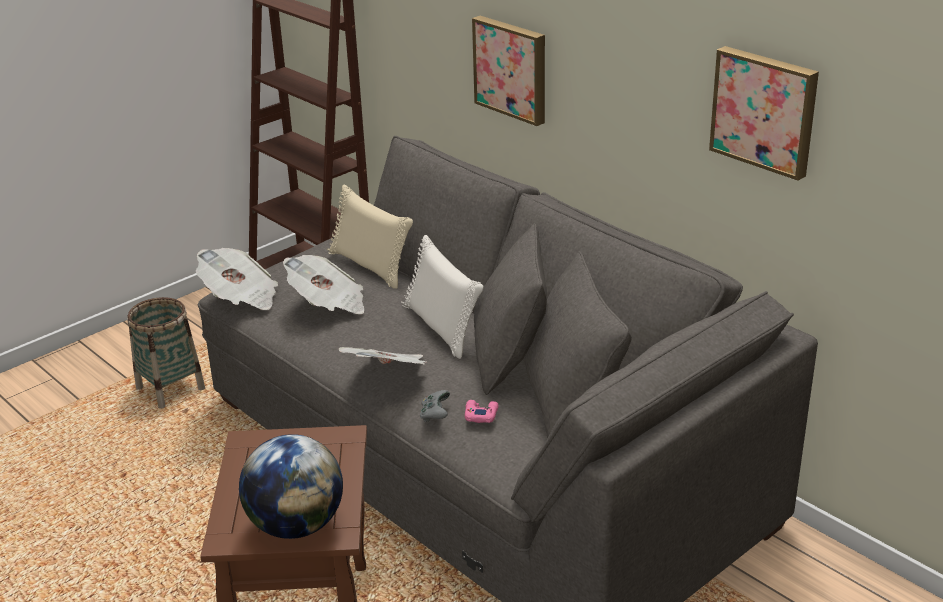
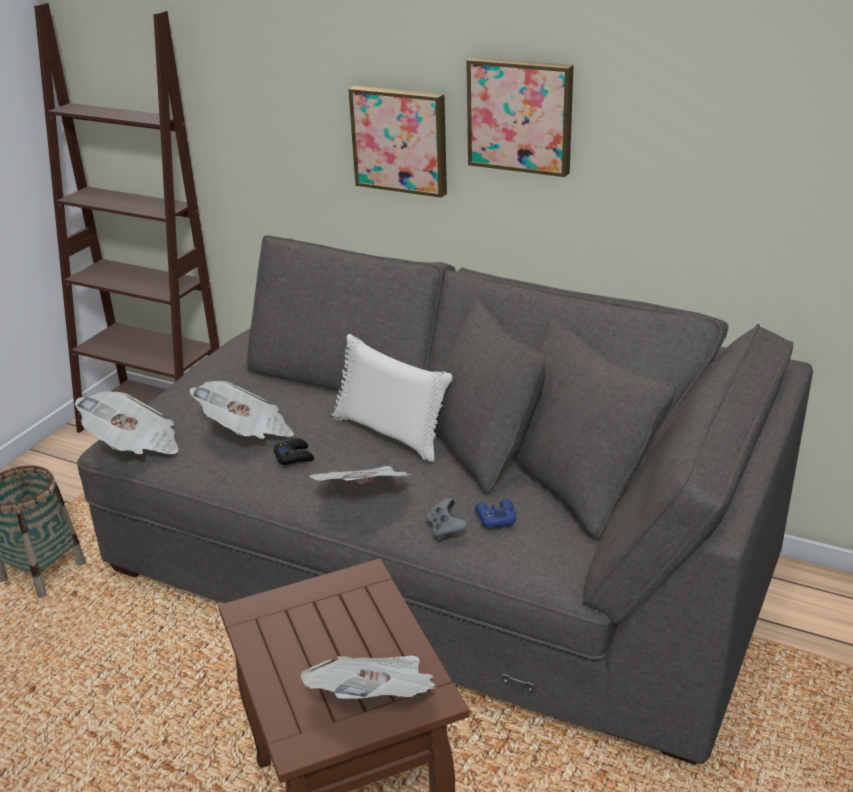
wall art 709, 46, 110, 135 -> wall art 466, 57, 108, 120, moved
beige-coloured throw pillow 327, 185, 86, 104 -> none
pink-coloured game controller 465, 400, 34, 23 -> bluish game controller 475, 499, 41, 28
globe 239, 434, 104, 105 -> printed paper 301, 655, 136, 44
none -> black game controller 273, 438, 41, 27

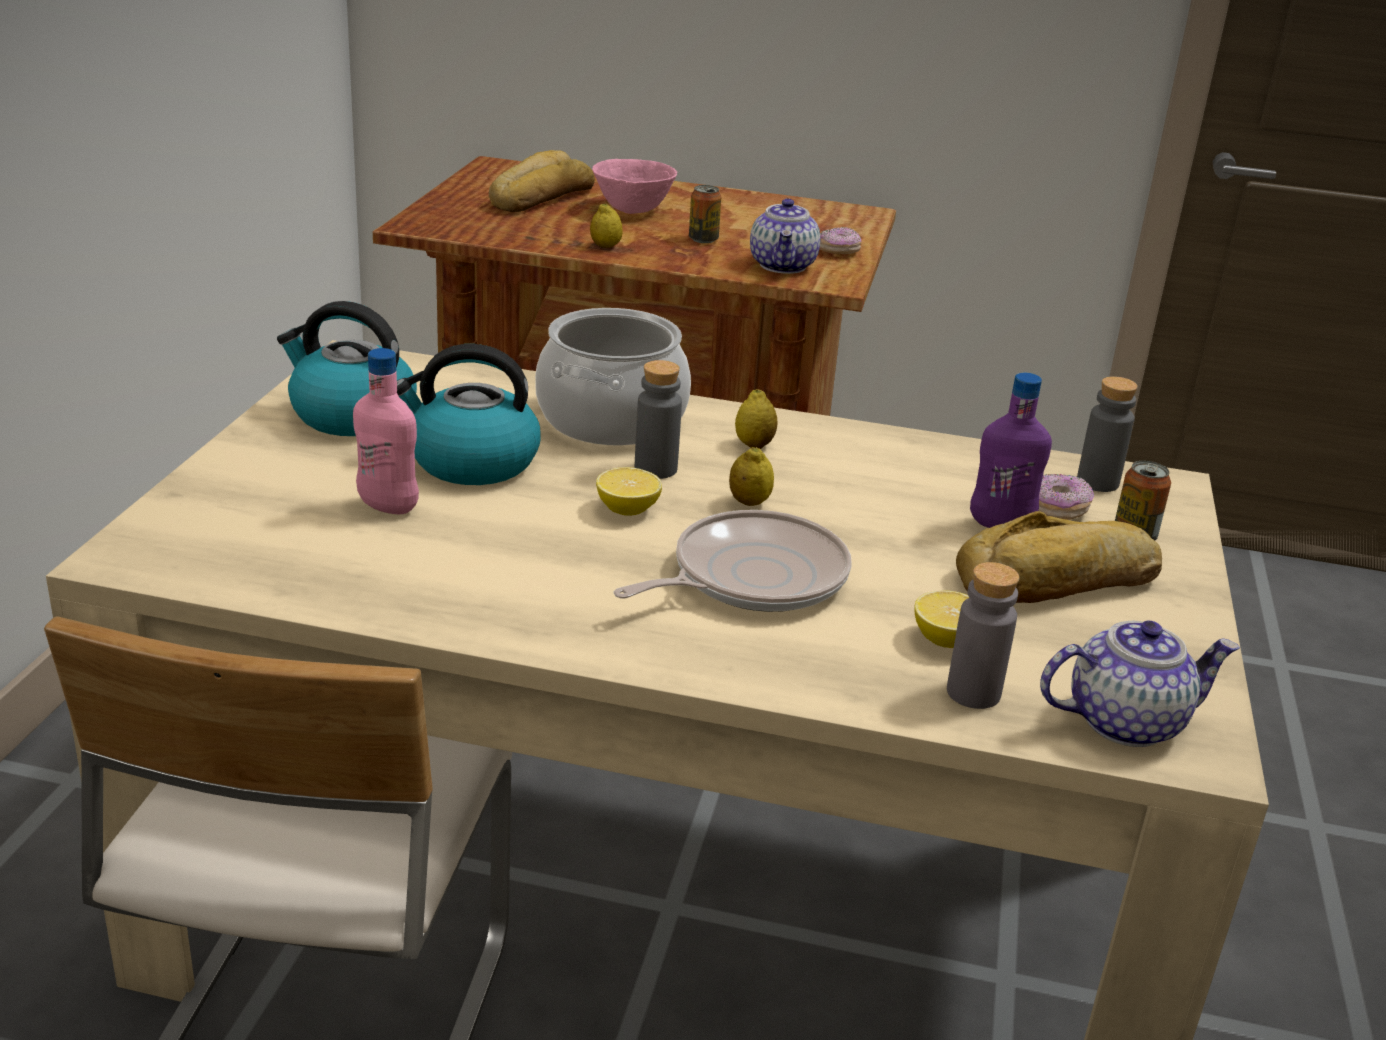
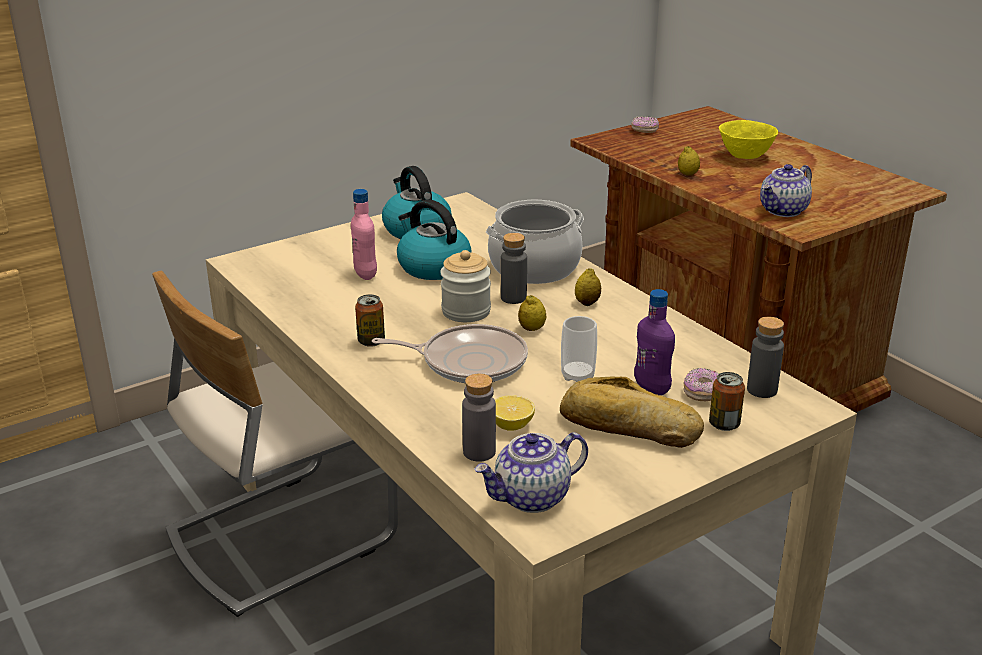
baked bread 489, 150, 106, 62 -> none
pink-coloured serving bowl 592, 159, 85, 55 -> yellowish serving bowl 719, 120, 59, 39
can 689, 185, 32, 58 -> can 355, 294, 30, 53, moved
donut 820, 227, 42, 27 -> donut 631, 117, 28, 16, moved
whole lemon 596, 467, 66, 49 -> storage jar 440, 250, 51, 72
pot for tea 1040, 621, 200, 126 -> pot for tea 474, 432, 114, 81, 120 degrees clockwise
none -> cup 561, 316, 36, 66

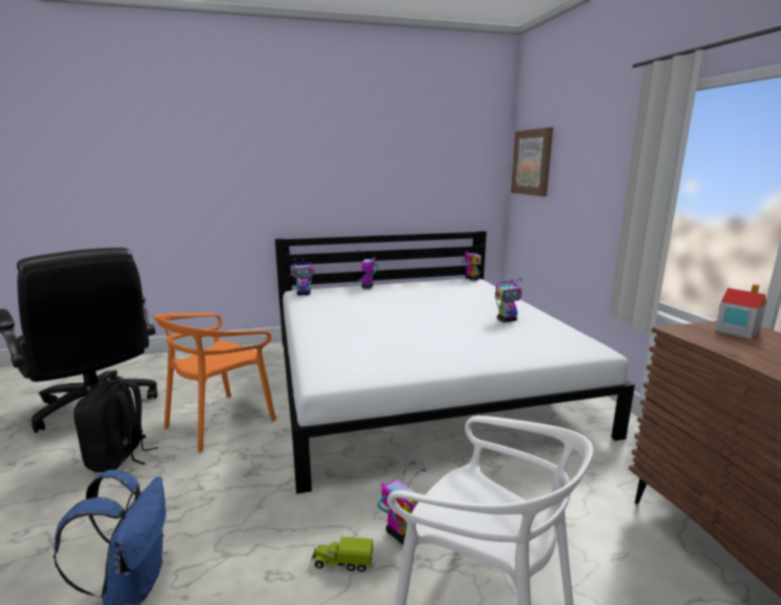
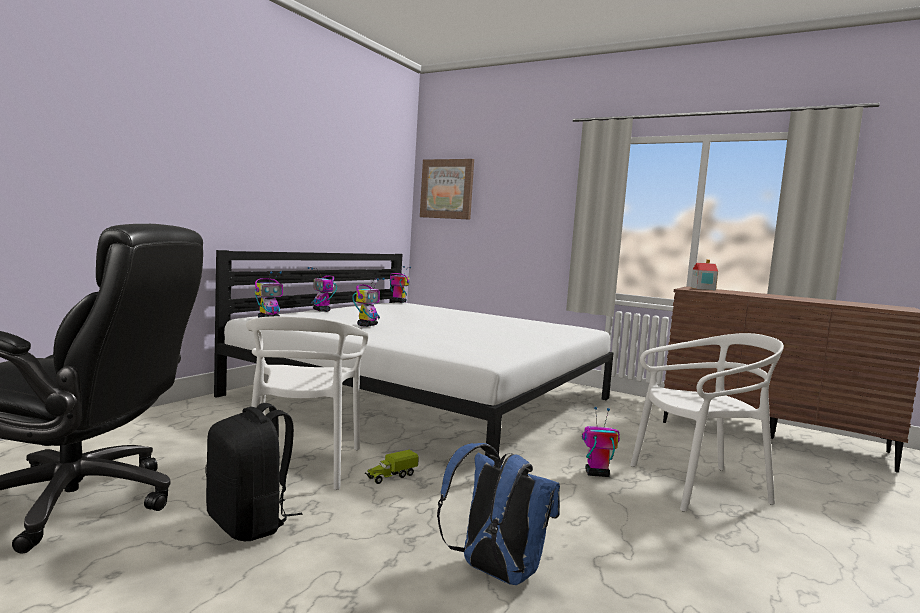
model robot 495, 278, 27, 44 -> model robot 353, 278, 32, 49, moved
orangey chair 154, 313, 122, 139 -> white-coloured chair 246, 316, 122, 174
model truck 311, 537, 62, 35 -> model truck 365, 450, 54, 34, moved

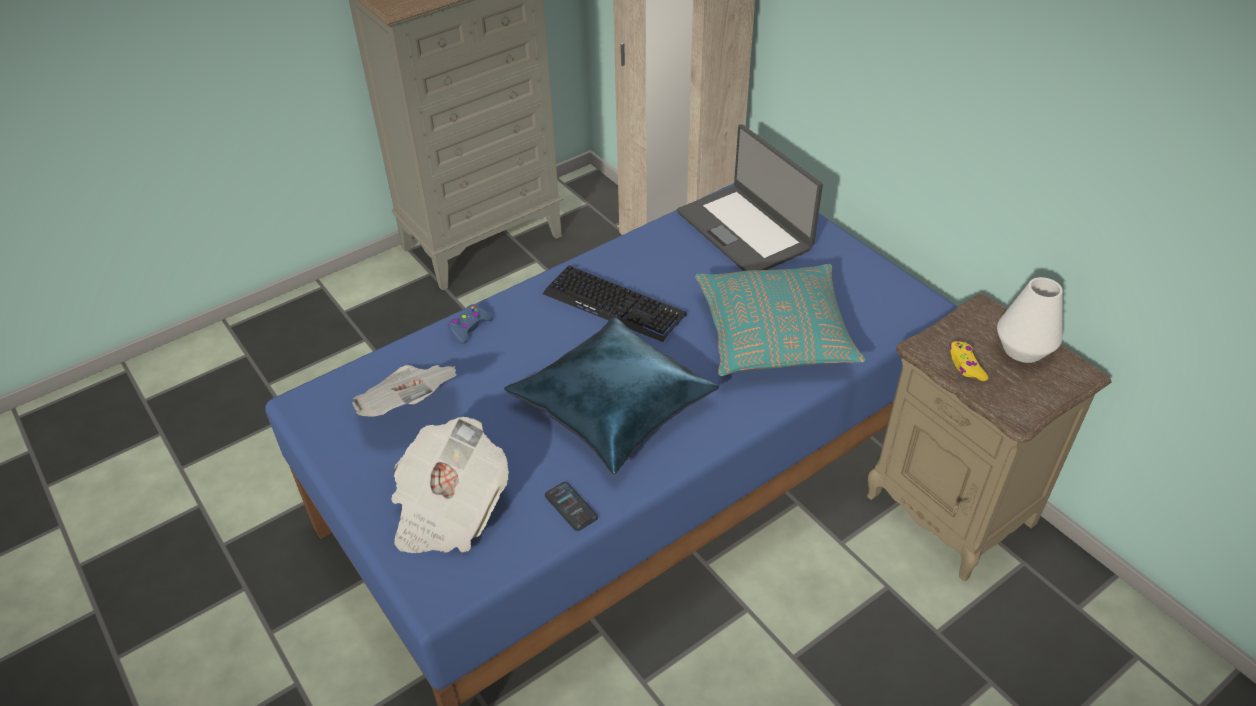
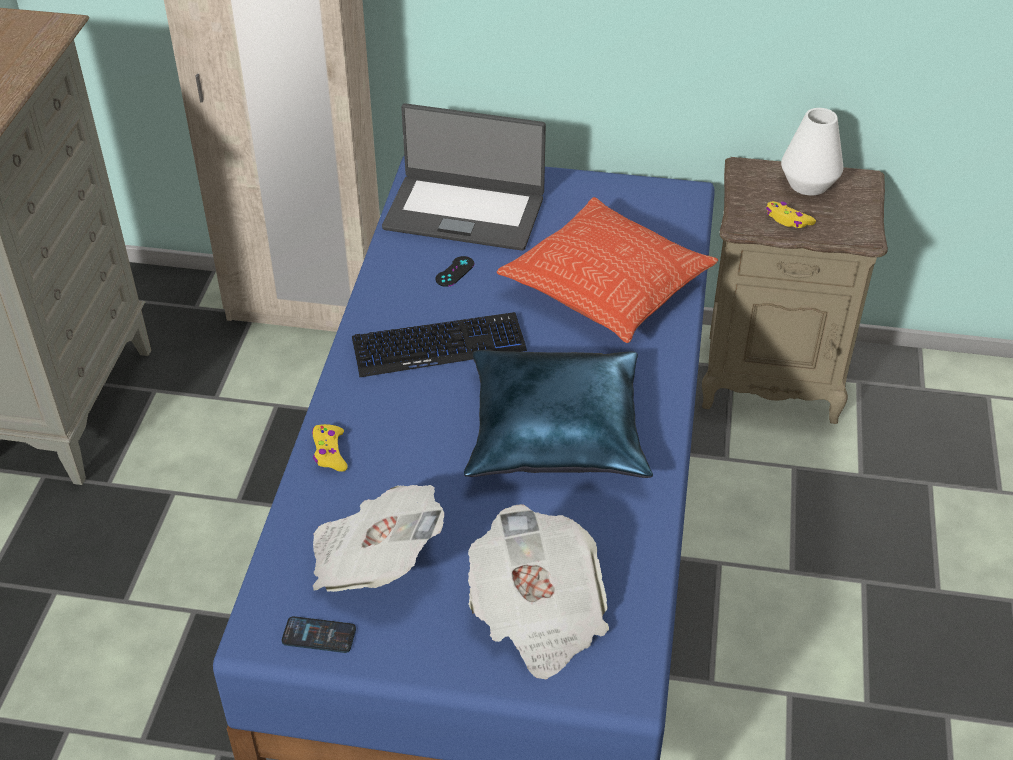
turquoise-coloured throw pillow 695, 264, 171, 112 -> orangey throw pillow 497, 197, 221, 146
bluish game controller 448, 304, 45, 40 -> yellowish game controller 312, 424, 36, 48
telephone 545, 482, 53, 49 -> telephone 282, 616, 74, 37, moved
none -> black game controller 435, 256, 39, 31

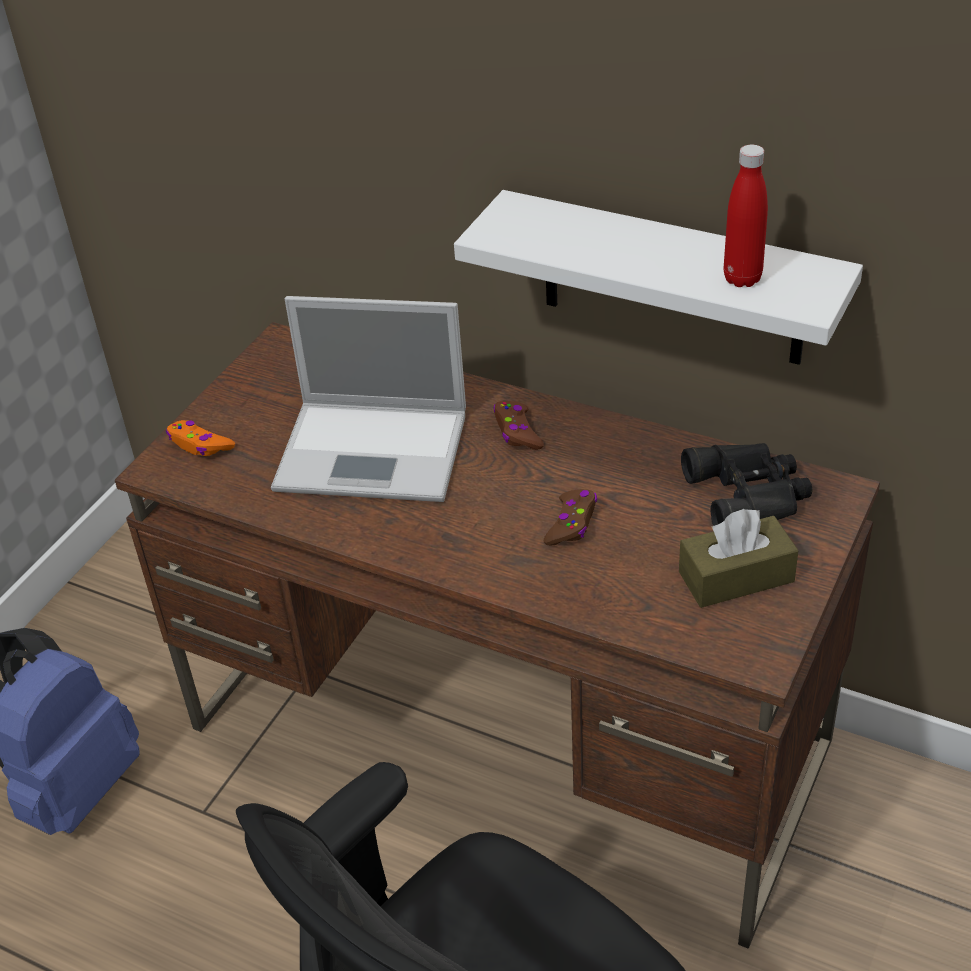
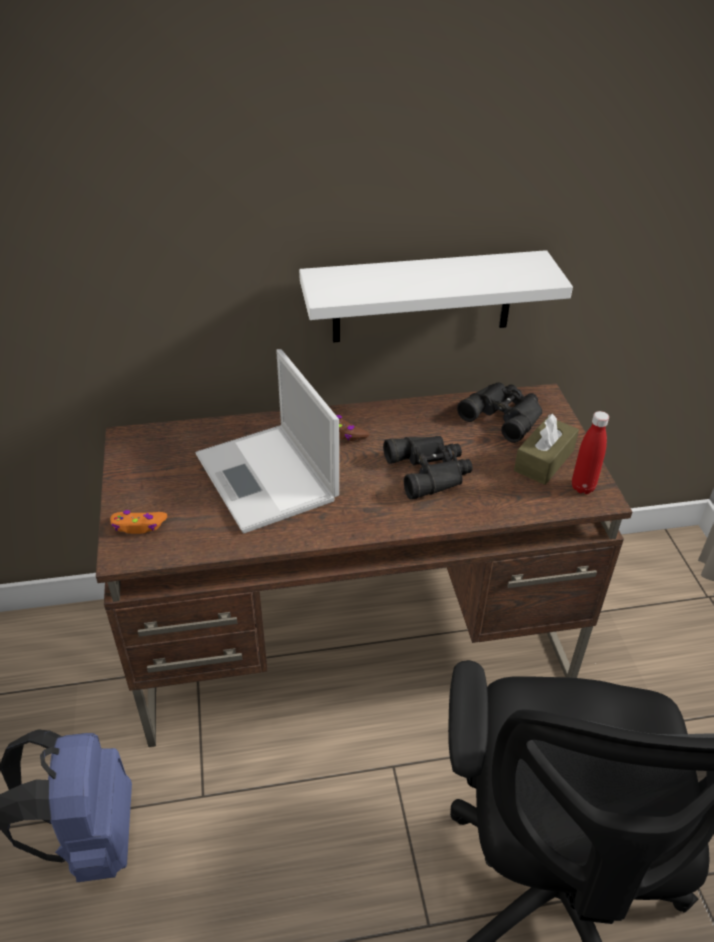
reddish beverage bottle 724, 145, 44, 142 -> reddish beverage bottle 572, 411, 37, 83, moved
portable computer 271, 296, 195, 206 -> portable computer 195, 349, 144, 184, 90 degrees clockwise
brown-coloured game controller 544, 489, 53, 56 -> black field glasses 383, 436, 90, 63

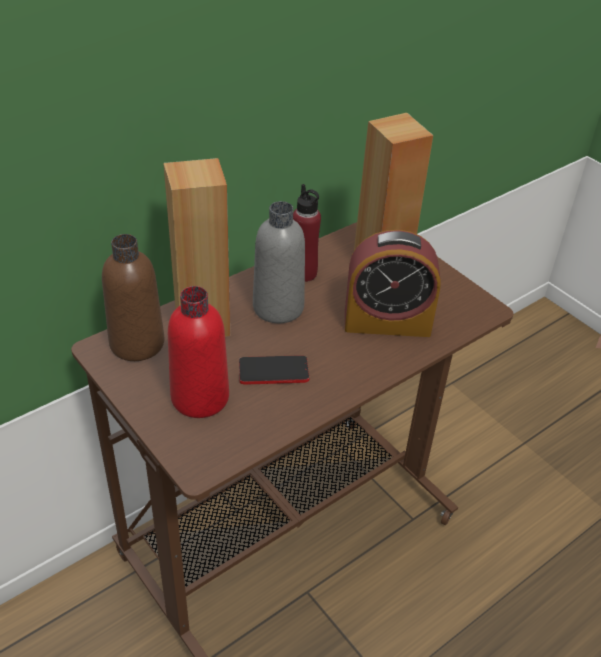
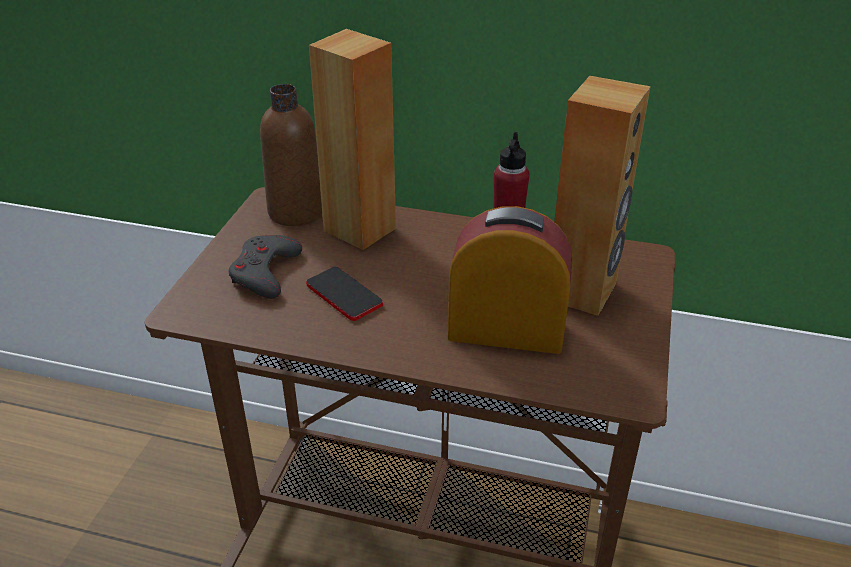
grey beverage bottle 253, 201, 52, 122 -> none
table clock 345, 230, 96, 107 -> table clock 448, 206, 124, 148, 135 degrees clockwise
reddish beverage bottle 168, 286, 61, 132 -> grey game controller 228, 235, 74, 64

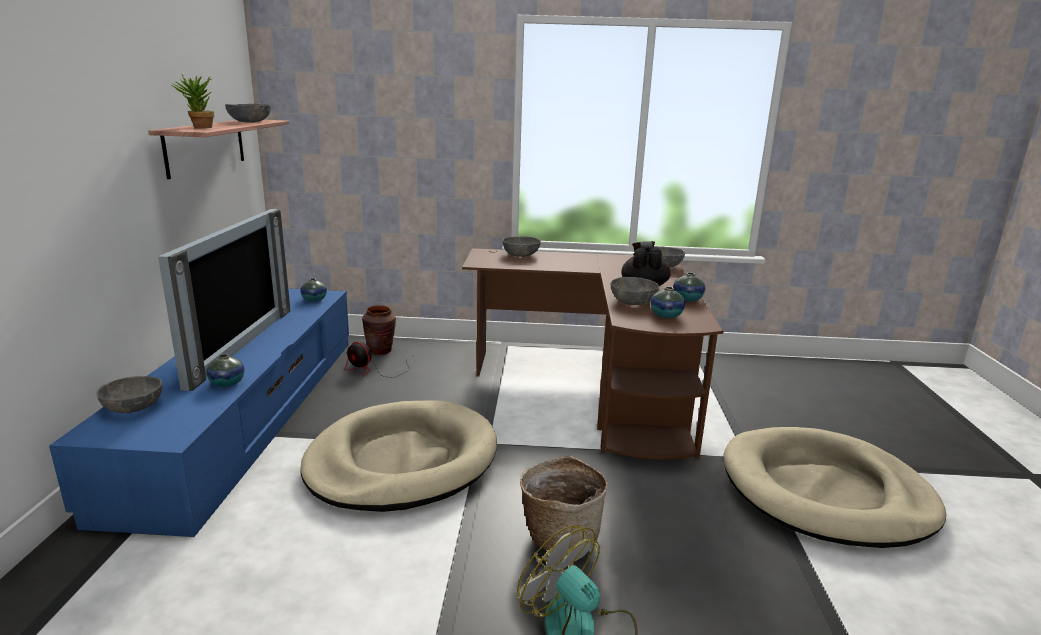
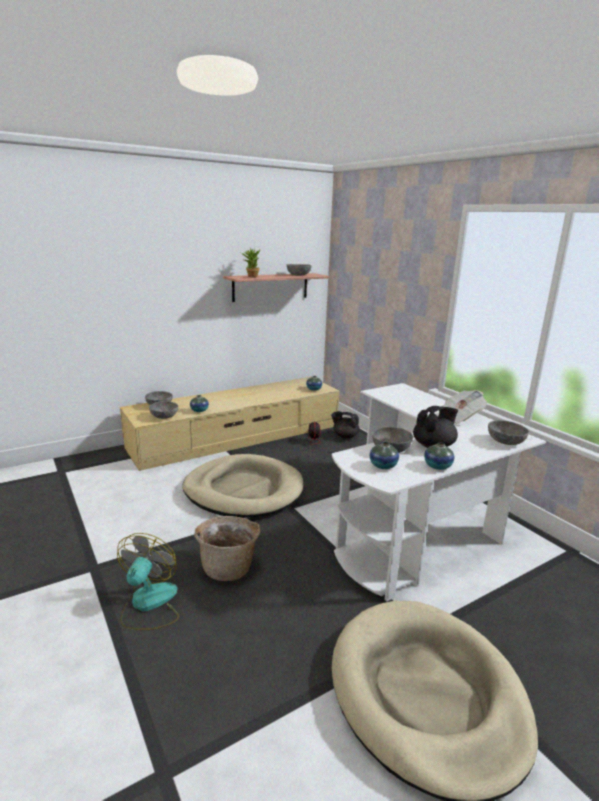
TV 158, 209, 132, 182 -> none
grey serving bowl 502, 236, 39, 21 -> grey serving bowl 149, 401, 29, 18, moved
brown-coloured desk 462, 248, 262, 211 -> white-coloured desk 332, 383, 214, 219
bluish tv stand 49, 288, 300, 249 -> beige-coloured tv stand 120, 377, 220, 94
brown-coloured flower vase 362, 305, 34, 50 -> black pot for tea 331, 411, 29, 27
none -> printed paper 437, 390, 50, 34

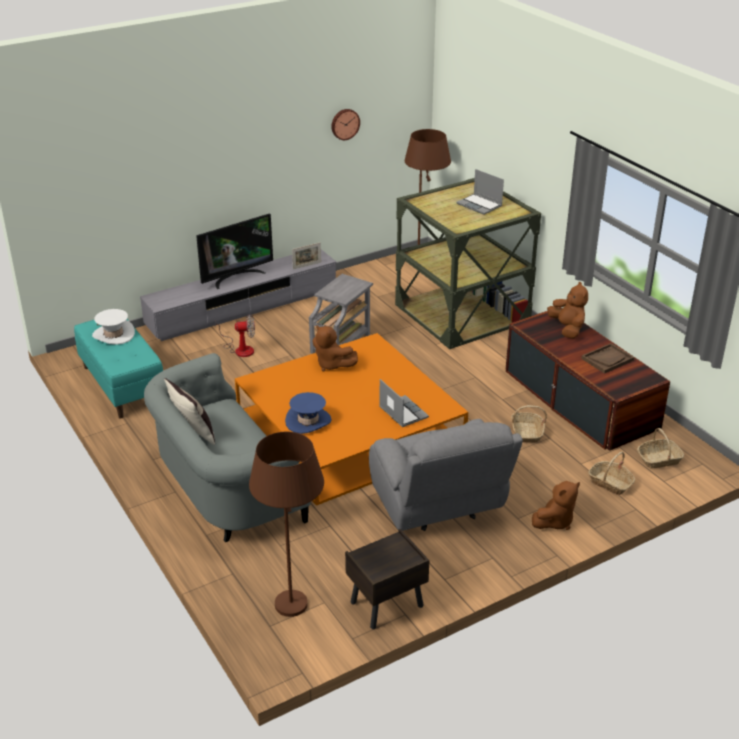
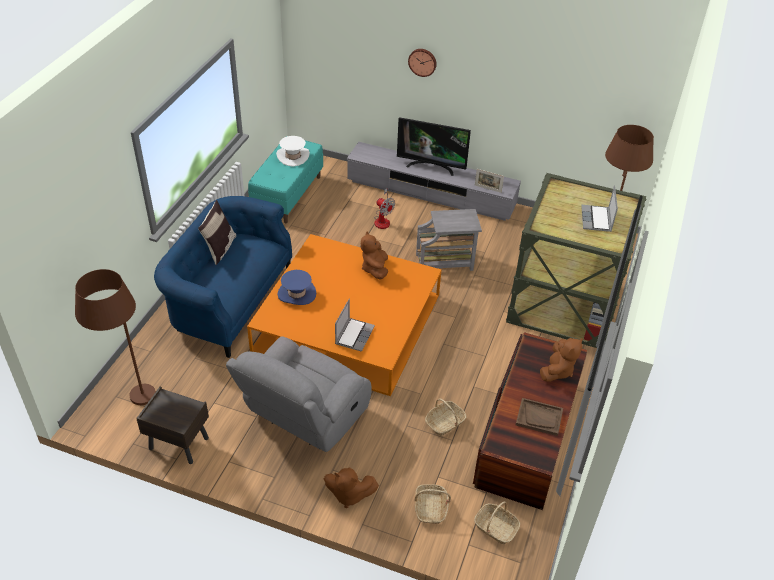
hanging clock 331, 109, 29, 31 -> hanging clock 408, 49, 29, 28, moved
grey couch 144, 353, 167, 189 -> bluish couch 154, 196, 138, 162

